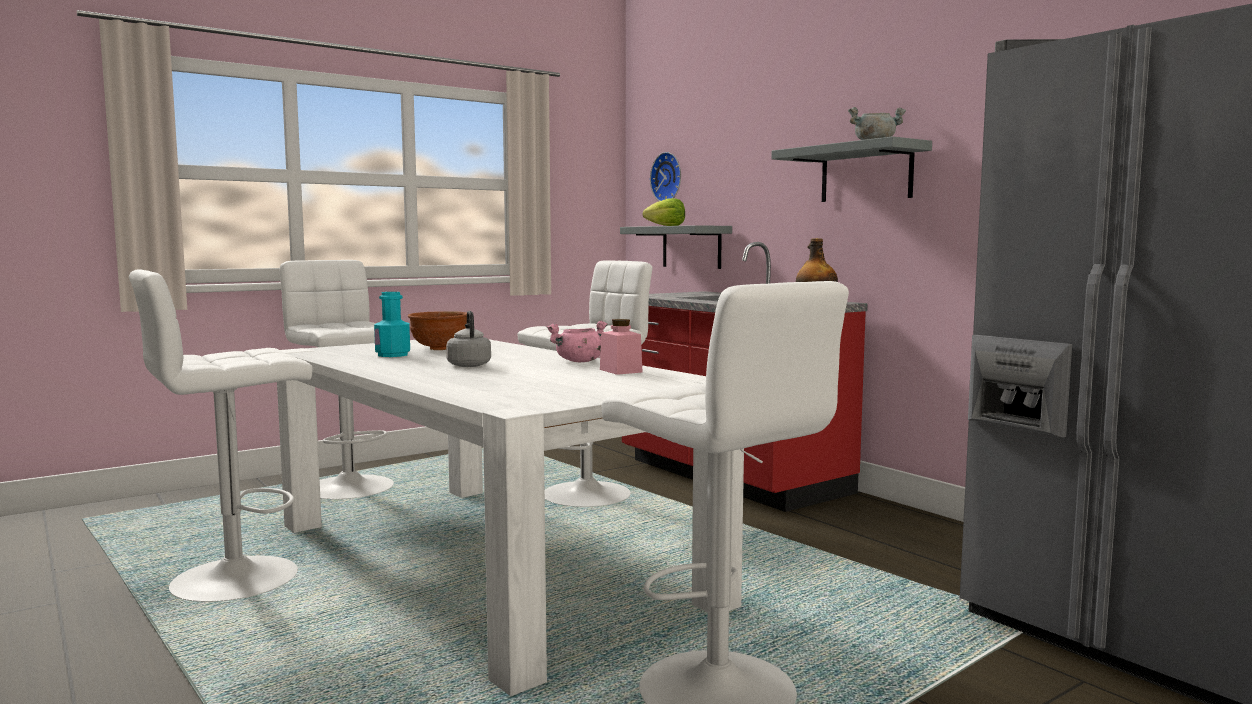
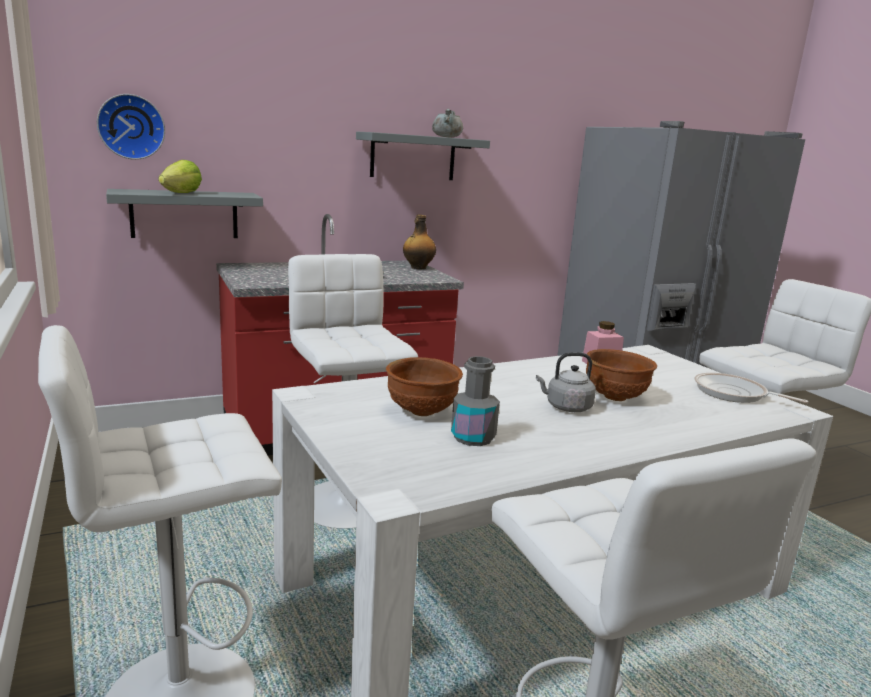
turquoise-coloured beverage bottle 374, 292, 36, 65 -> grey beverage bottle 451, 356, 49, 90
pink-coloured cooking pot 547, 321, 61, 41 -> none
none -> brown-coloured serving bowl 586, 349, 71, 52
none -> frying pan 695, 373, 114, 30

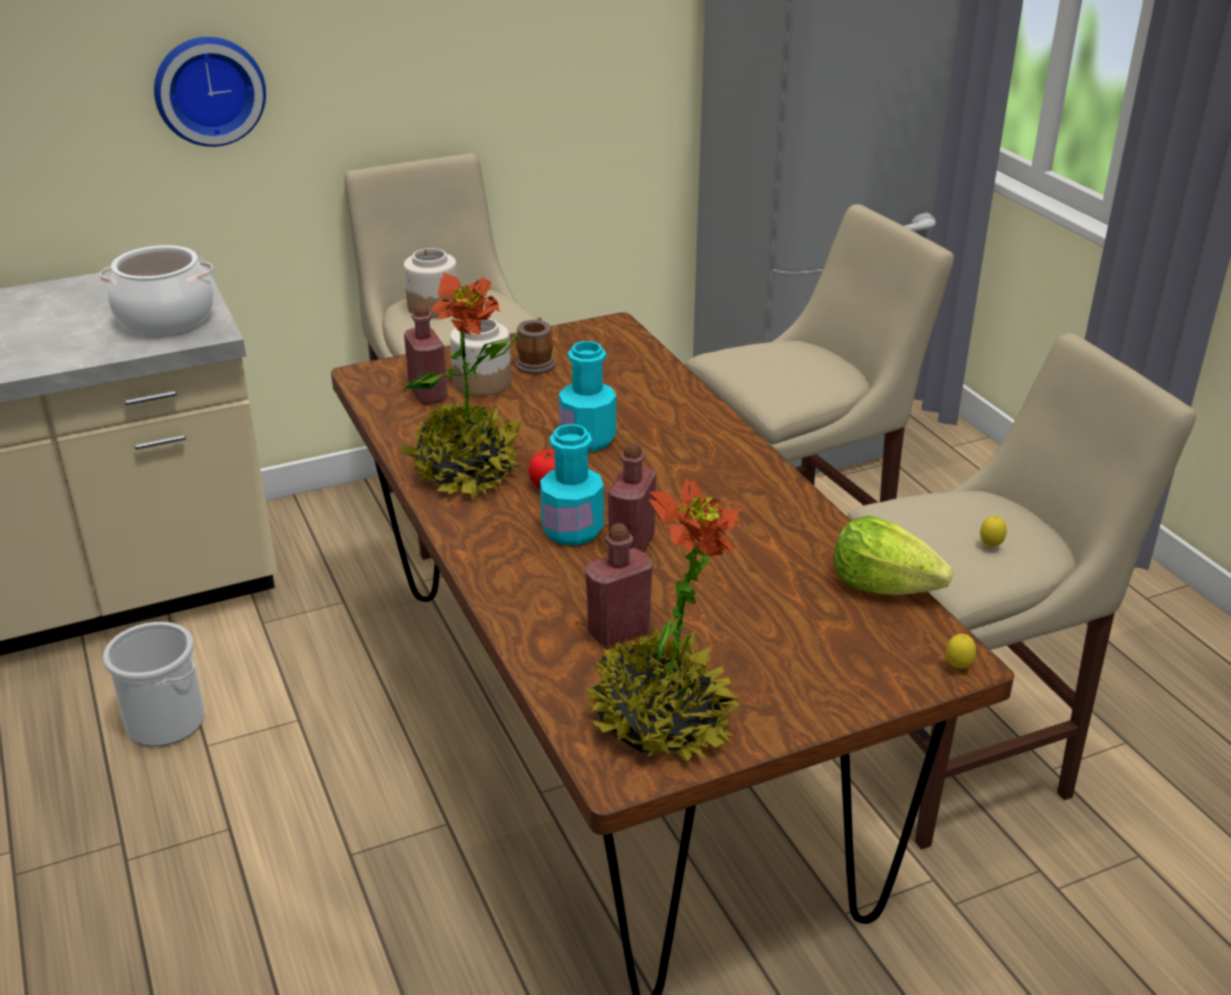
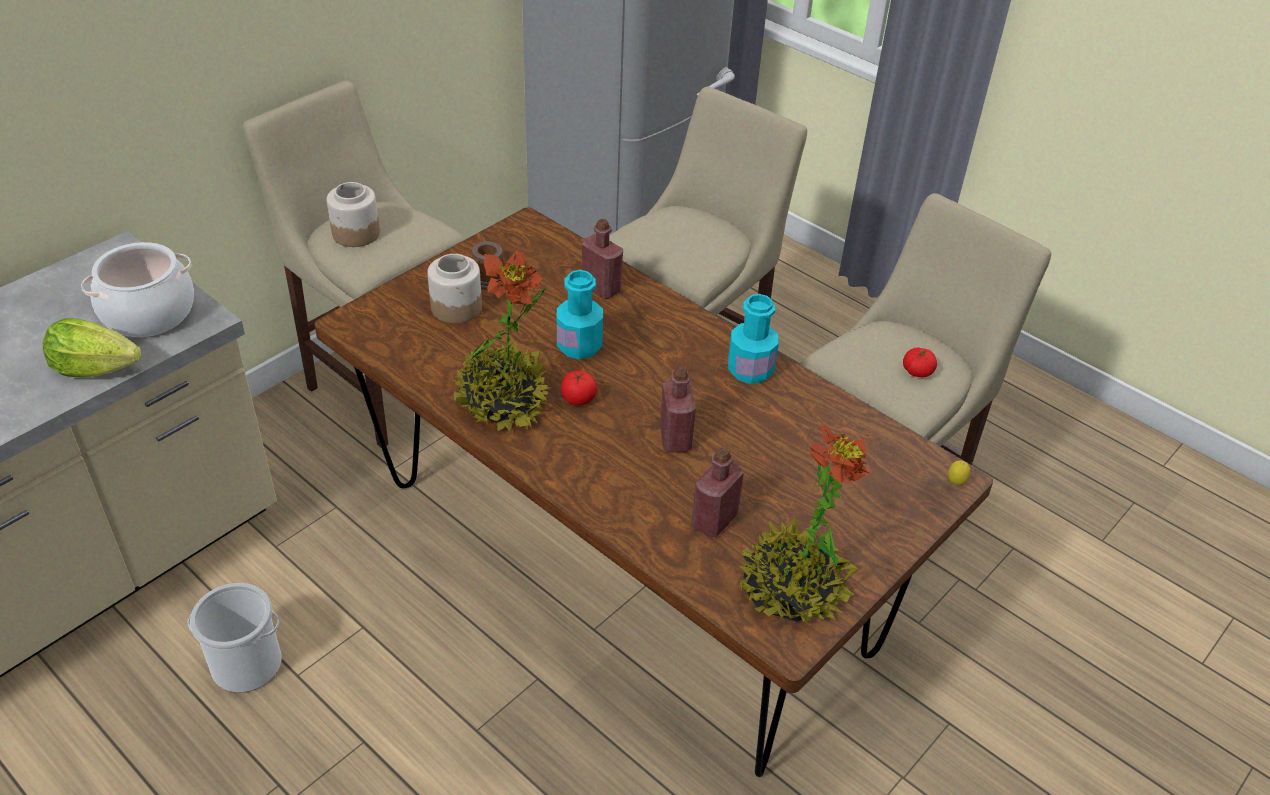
hanging clock 154, 37, 112, 110 -> none
reddish beverage bottle 404, 304, 44, 101 -> reddish beverage bottle 582, 219, 41, 80, moved
turquoise-coloured beverage bottle 540, 424, 64, 122 -> turquoise-coloured beverage bottle 728, 294, 51, 90, moved
lettuce 833, 516, 120, 79 -> lettuce 43, 318, 98, 59, moved
whole lemon 980, 516, 27, 31 -> tomato 903, 347, 34, 30

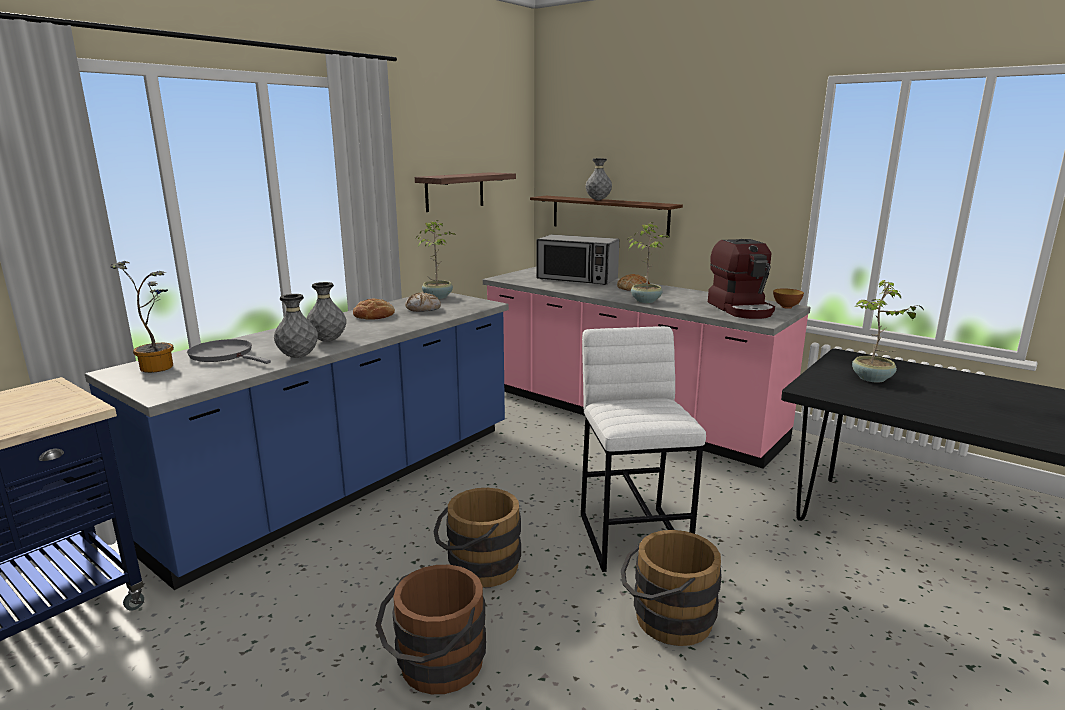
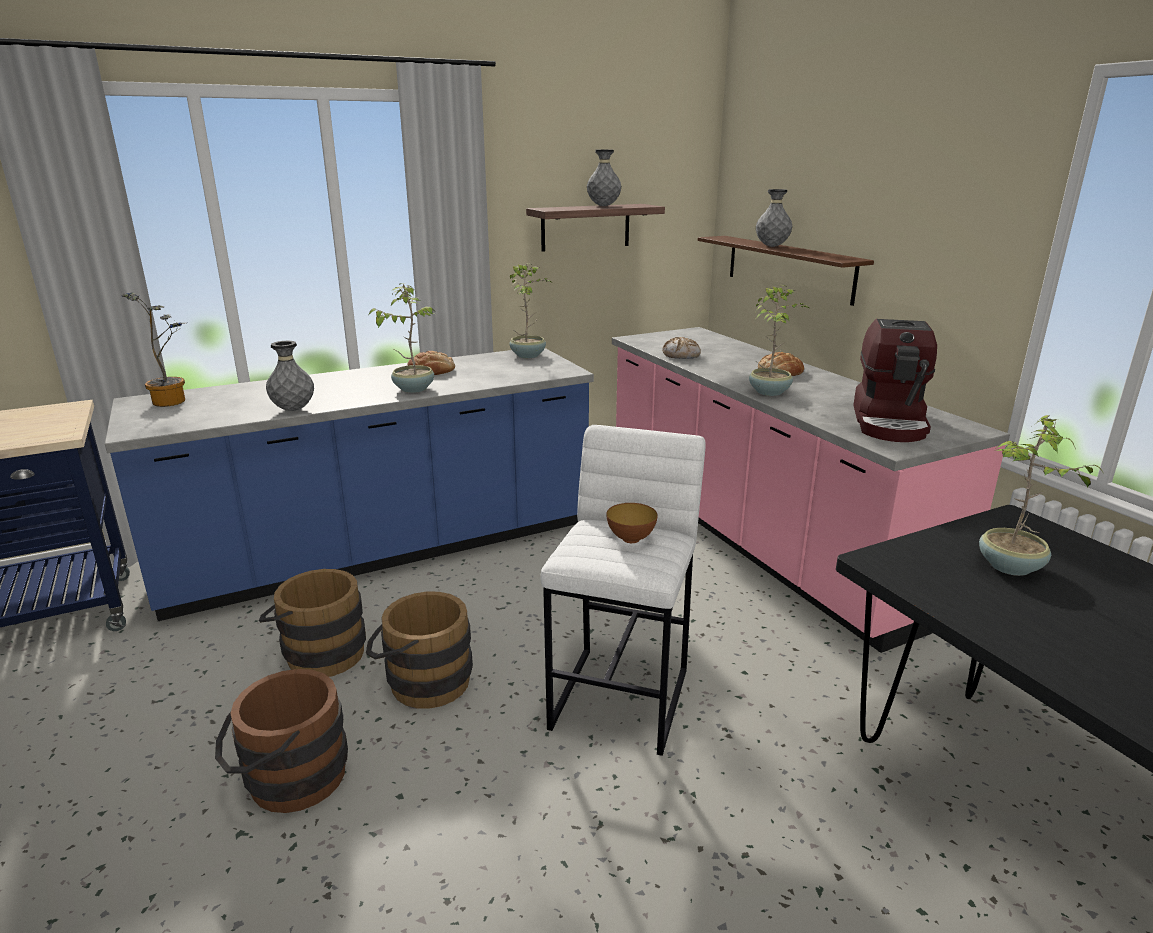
kitchen microwave 536, 234, 83, 51 -> none
grey flower vase 306, 282, 40, 60 -> grey flower vase 587, 150, 34, 56, moved
serving bowl 773, 289, 31, 20 -> serving bowl 607, 503, 51, 40, moved
baked bread 405, 292, 36, 20 -> baked bread 662, 337, 39, 22, moved
grey frying pan 187, 339, 84, 25 -> none
brown-coloured water bucket 621, 530, 101, 116 -> brown-coloured water bucket 259, 569, 107, 108, moved
none -> potted plant 369, 283, 65, 110

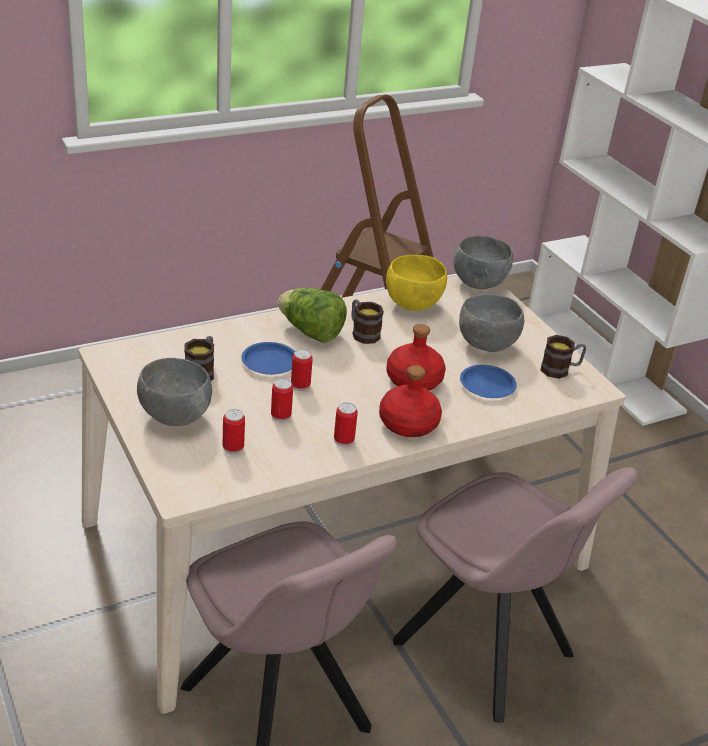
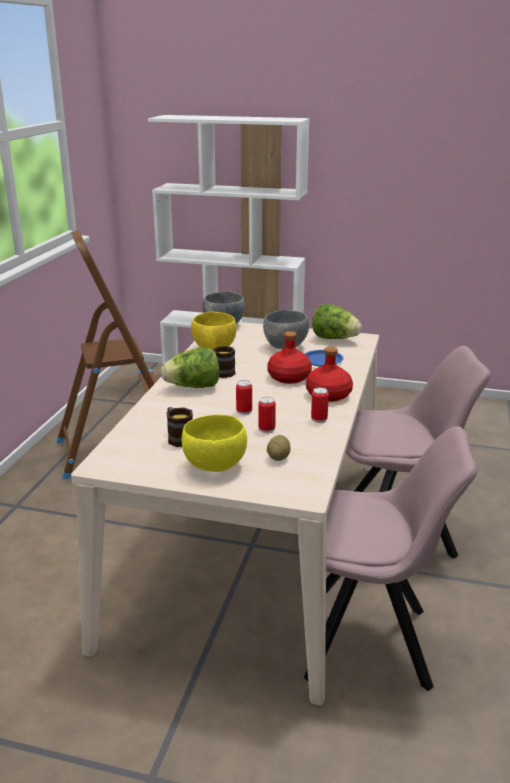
mug 540, 335, 46, 44 -> lettuce 312, 304, 50, 35
bluish dinner plate 241, 342, 54, 33 -> none
grey serving bowl 137, 358, 75, 68 -> yellowish serving bowl 182, 415, 65, 57
can 223, 409, 22, 45 -> potato 267, 435, 24, 26

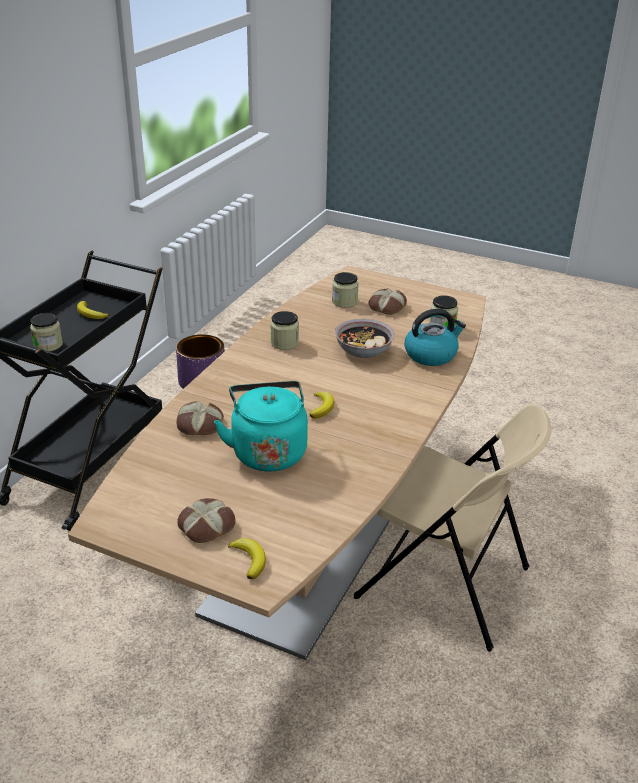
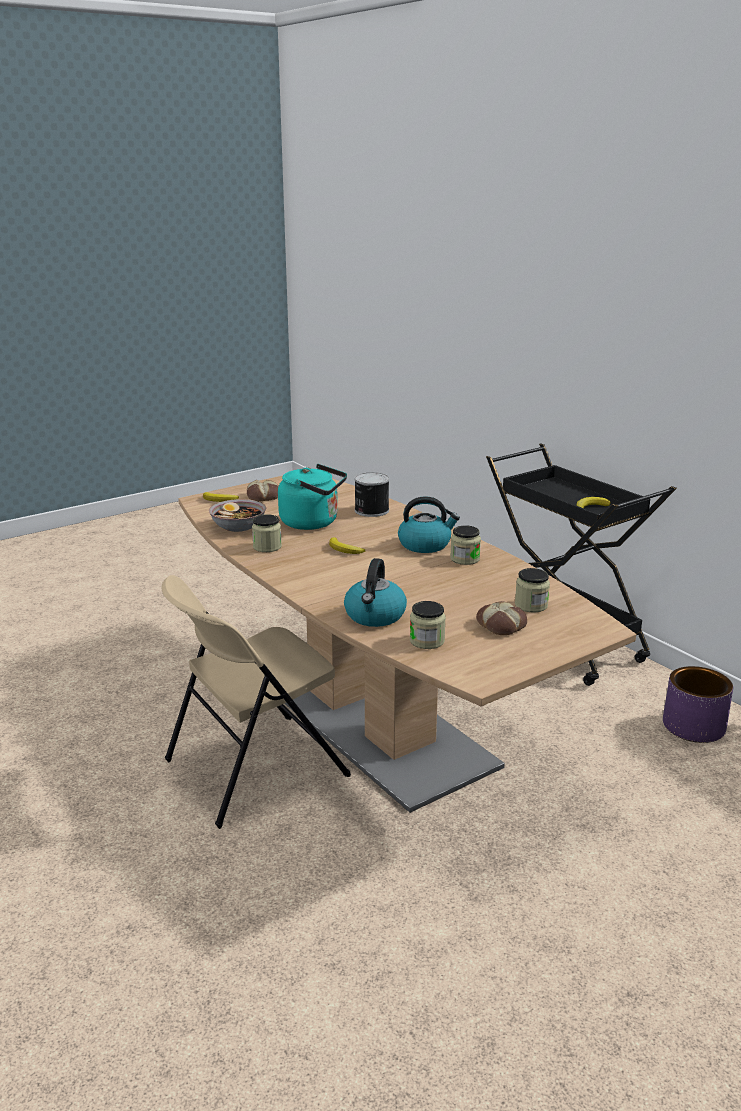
storage jar 30, 313, 33, 39 -> storage jar 252, 514, 30, 38, moved
serving bowl 335, 319, 60, 39 -> serving bowl 209, 499, 57, 33, moved
baked bread 177, 401, 47, 34 -> can 354, 472, 35, 45
none -> tea kettle 398, 496, 62, 57

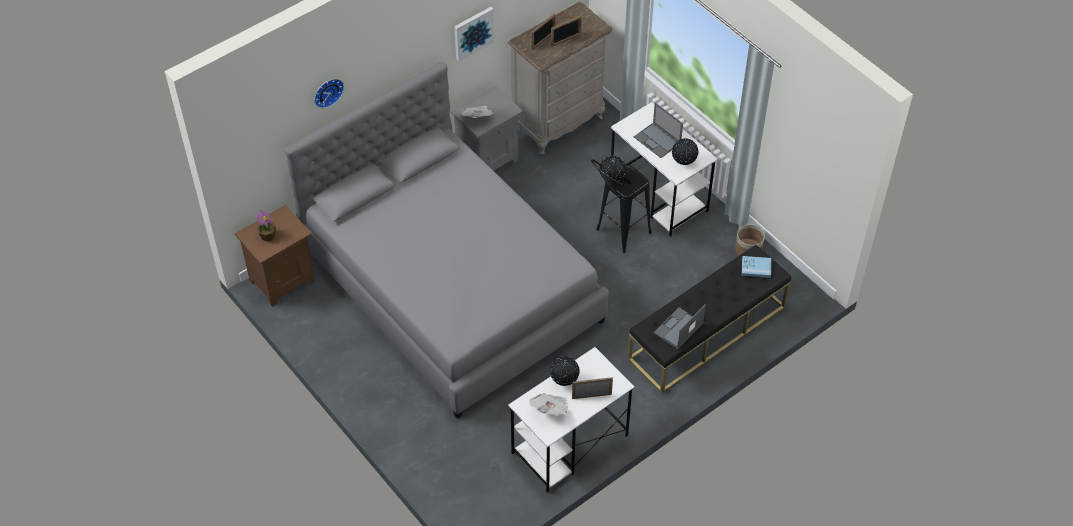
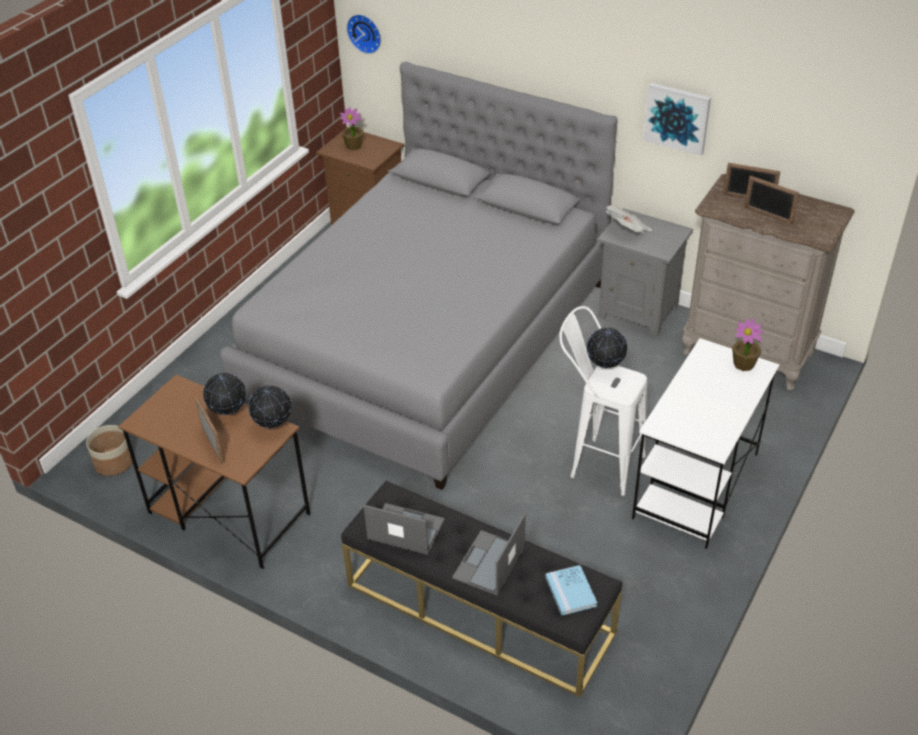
hanging clock 314, 79, 30, 29 -> hanging clock 346, 14, 35, 40, moved
portable computer 634, 103, 49, 55 -> portable computer 452, 514, 74, 82, moved
globe 672, 138, 27, 27 -> globe 248, 386, 43, 42, moved
black sitting stool 591, 159, 61, 94 -> white-coloured sitting stool 559, 306, 88, 190
planter 735, 224, 30, 31 -> planter 86, 425, 47, 51, moved
white-coloured desk 508, 347, 127, 145 -> brown-coloured desk 118, 375, 193, 194
printed paper 530, 393, 38, 23 -> none
none -> potted plant 732, 318, 32, 53

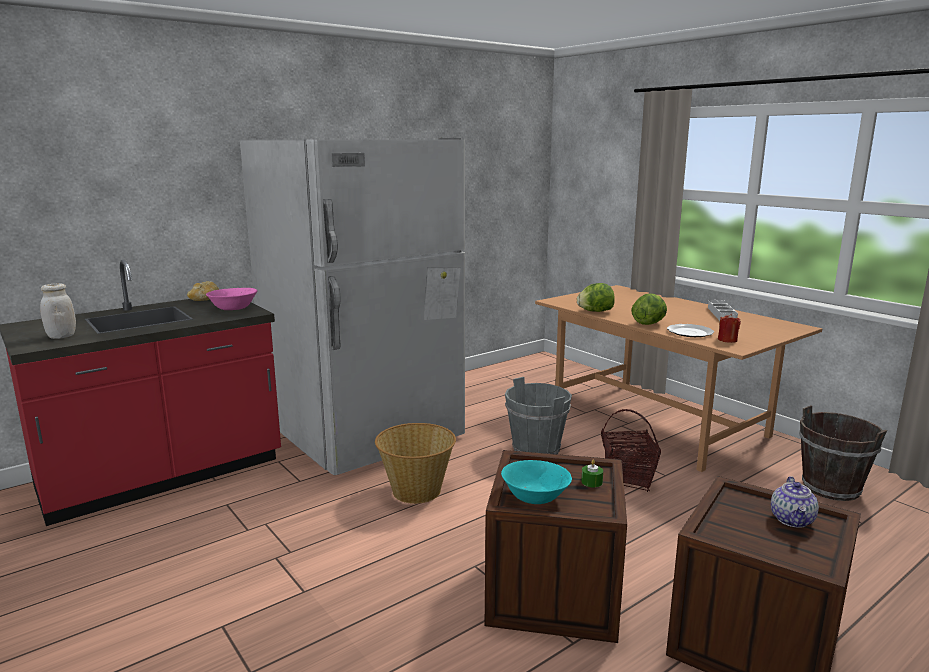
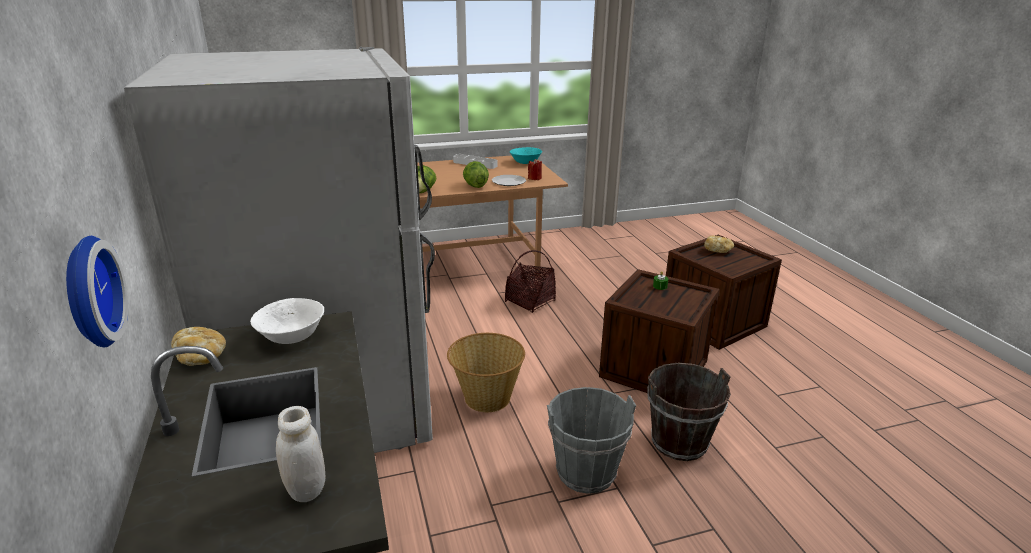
pink-coloured serving bowl 206, 288, 51, 22 -> white-coloured serving bowl 250, 298, 74, 46
grey water bucket 505, 377, 67, 77 -> grey water bucket 547, 387, 89, 107, moved
brown-coloured water bucket 799, 405, 88, 96 -> brown-coloured water bucket 647, 363, 84, 98, moved
turquoise-coloured serving bowl 501, 460, 71, 44 -> turquoise-coloured serving bowl 510, 147, 32, 17, moved
pot for tea 771, 476, 48, 52 -> baked bread 704, 236, 30, 17
none -> hanging clock 66, 236, 62, 111

